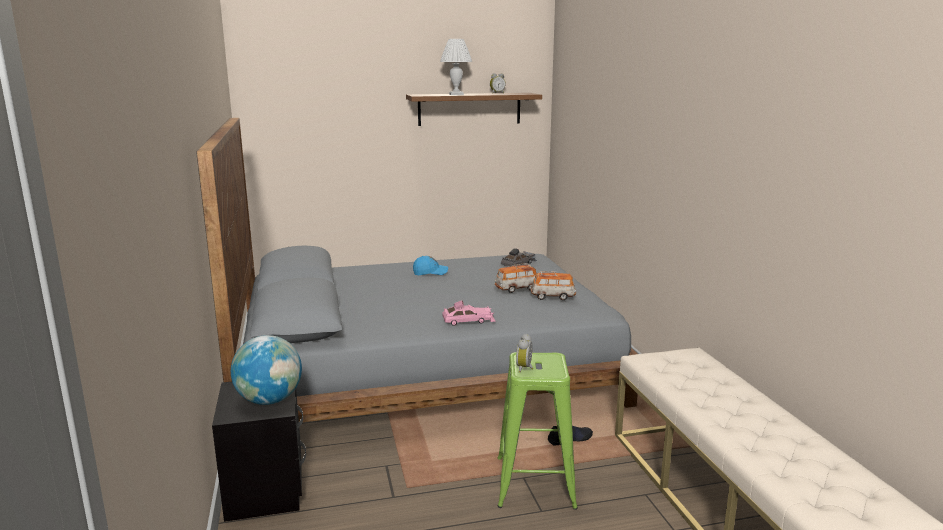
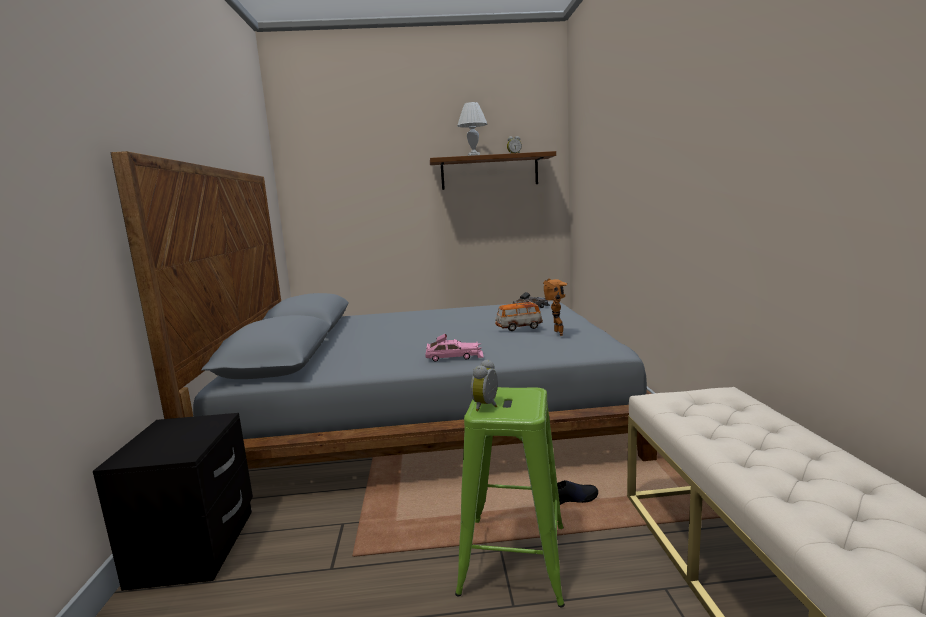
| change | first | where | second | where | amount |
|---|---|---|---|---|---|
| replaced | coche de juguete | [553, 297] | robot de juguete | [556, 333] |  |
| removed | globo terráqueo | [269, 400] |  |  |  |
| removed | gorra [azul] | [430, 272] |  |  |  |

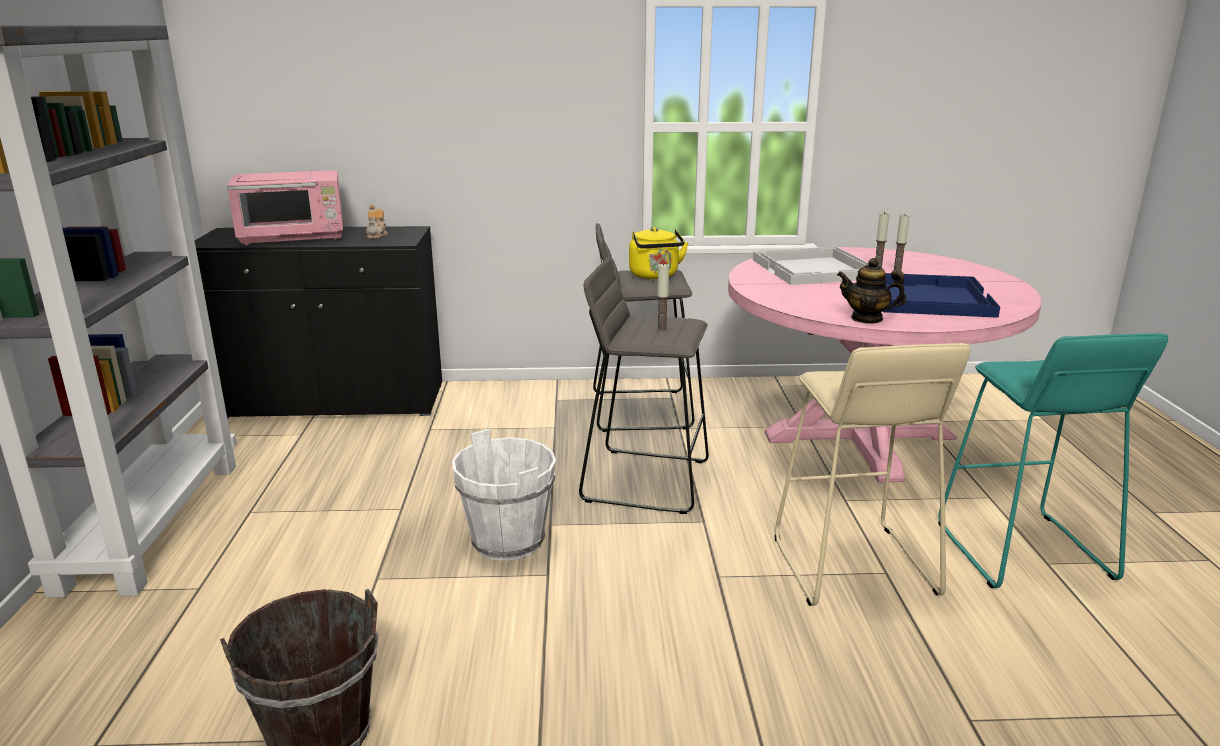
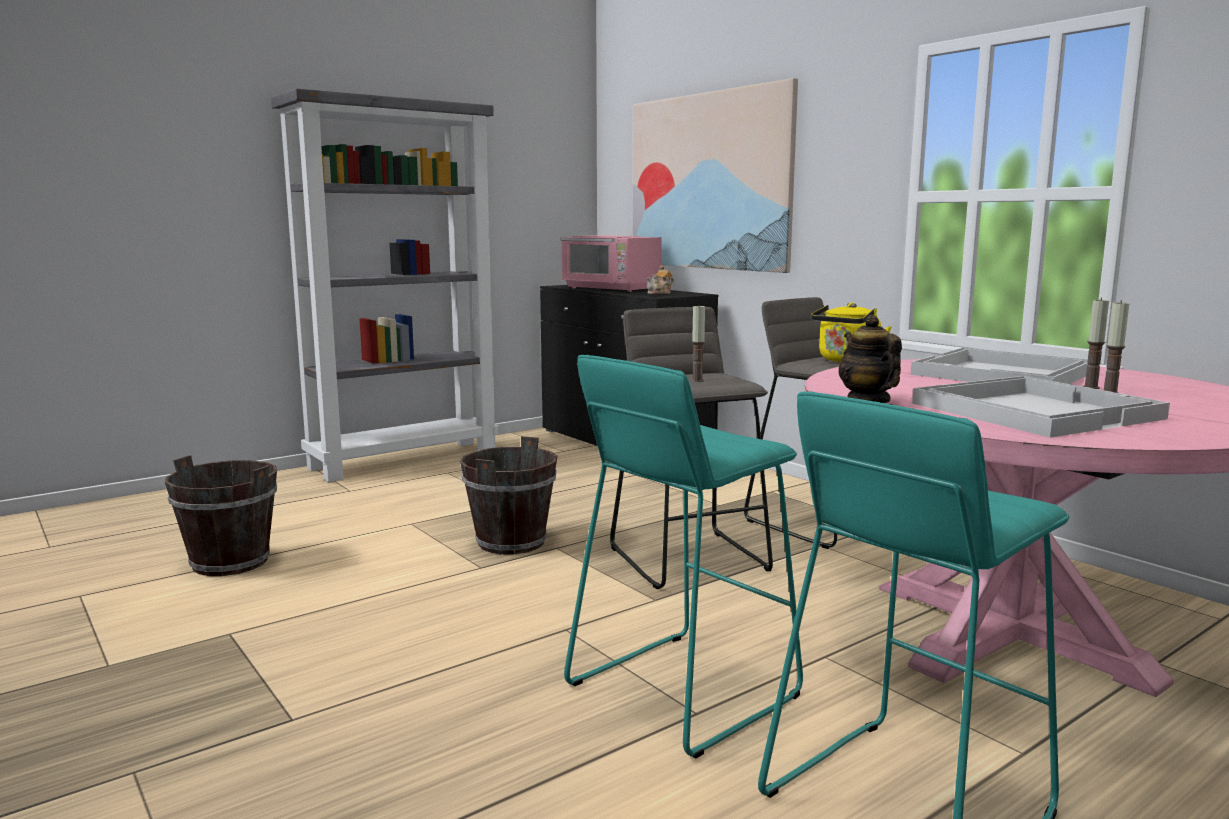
| change | first | where | second | where | amount |
|---|---|---|---|---|---|
| recoloured | cubo [blanco] | [508, 541] | cubo [marrón] | [511, 542] |  |
| recoloured | taburete [beis] | [851, 565] | taburete [turquesa] | [682, 689] |  |
| added |  |  | cuadro | [708, 182] |  |
| recoloured | bandeja [azul] | [928, 298] | bandeja [blanco] | [1034, 410] |  |

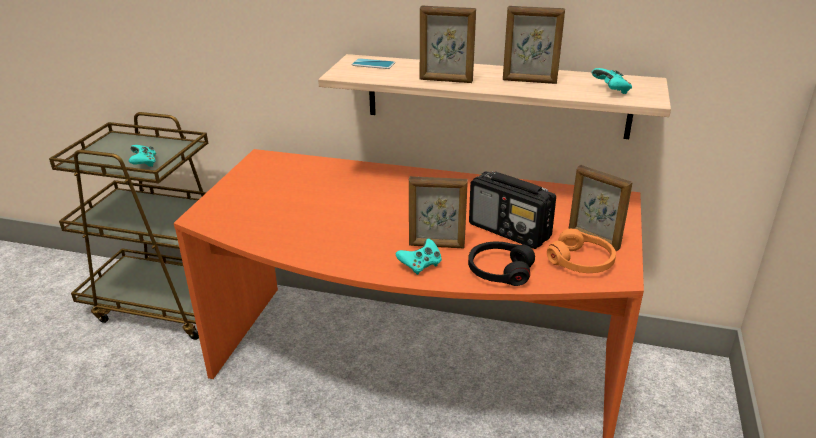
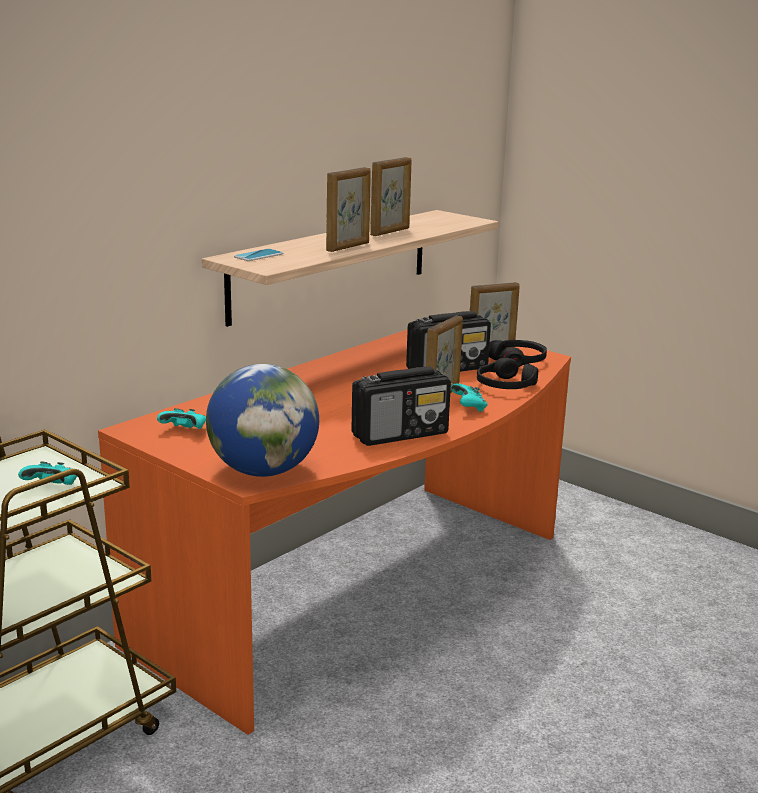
| change | first | where | second | where | amount |
|---|---|---|---|---|---|
| moved | mando de consola [turquesa] | [611, 91] |  | [185, 430] |  |
| added |  |  | globo terráqueo | [263, 471] |  |
| added |  |  | radio | [401, 434] |  |
| recoloured | auriculares [naranja] | [581, 261] | auriculares [negro] | [517, 361] |  |

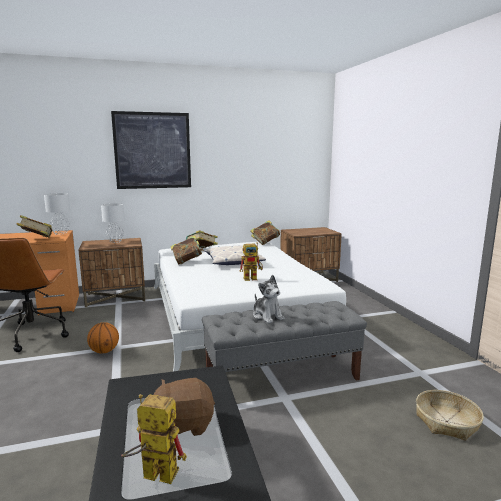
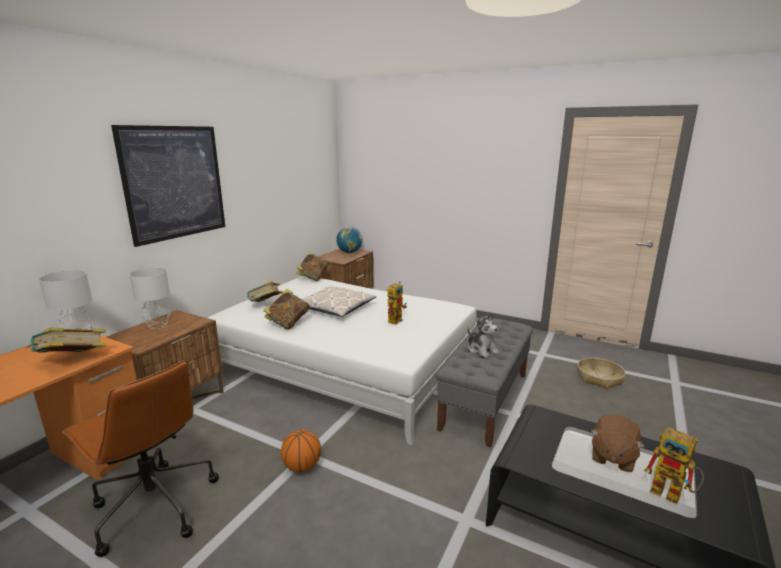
| change | first | where | second | where | amount |
|---|---|---|---|---|---|
| added |  |  | globo terráqueo | [349, 252] |  |
| turned | peluche | [267, 316] |  | [481, 350] | 45 degrees clockwise |
| turned | robot de juguete | [152, 475] |  | [673, 494] | 105 degrees counterclockwise |

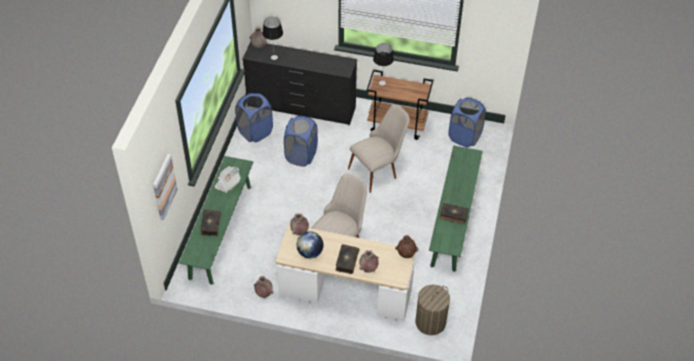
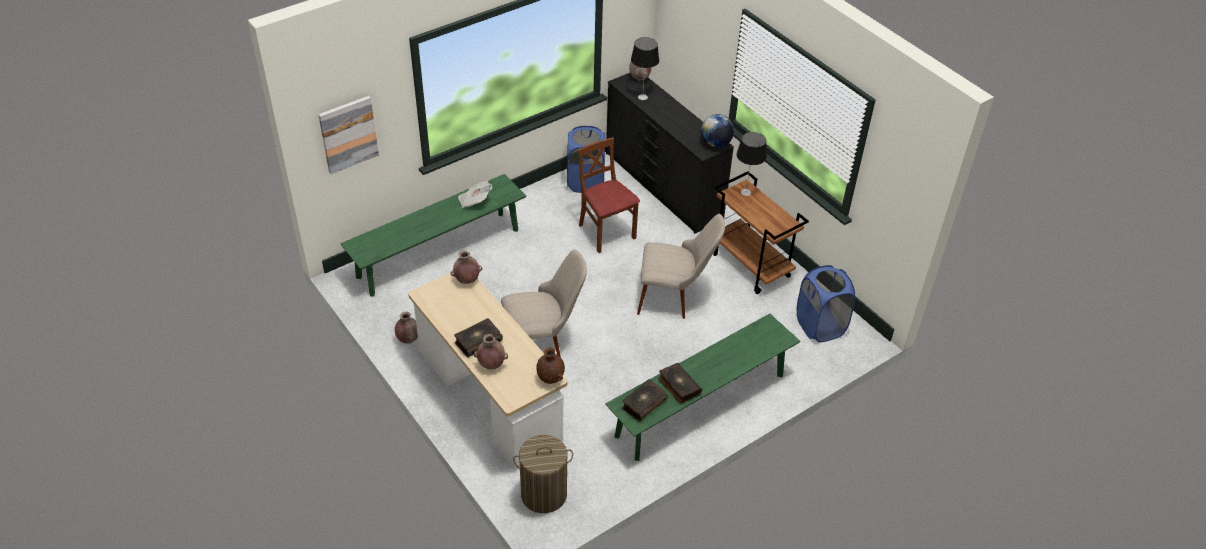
| change | first | where | second | where | amount |
|---|---|---|---|---|---|
| replaced | cesto de la ropa [azul] | [301, 155] | silla [marrón] | [606, 232] |  |
| moved | libro | [210, 225] |  | [643, 404] |  |
| moved | globo terráqueo | [310, 252] |  | [715, 144] |  |

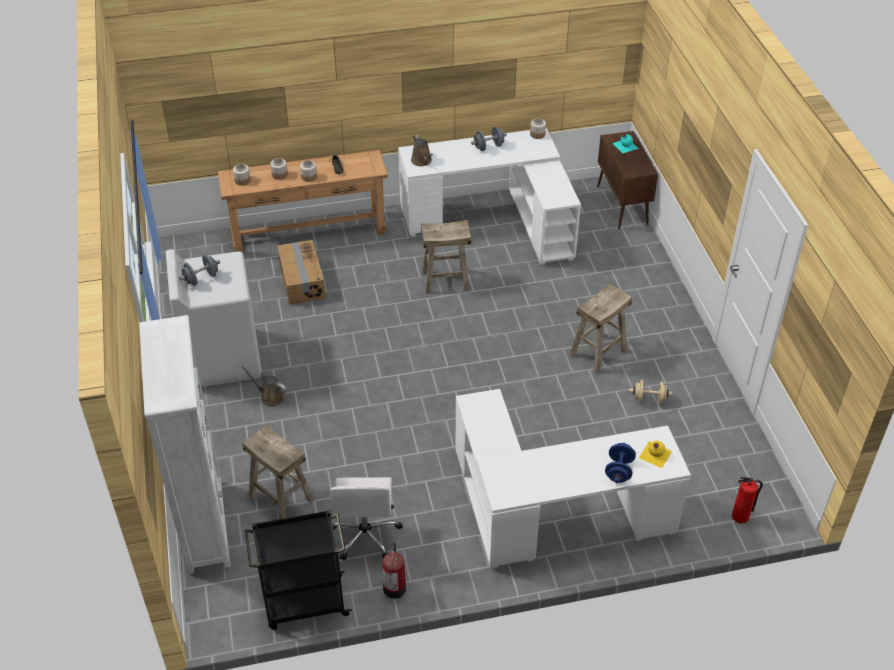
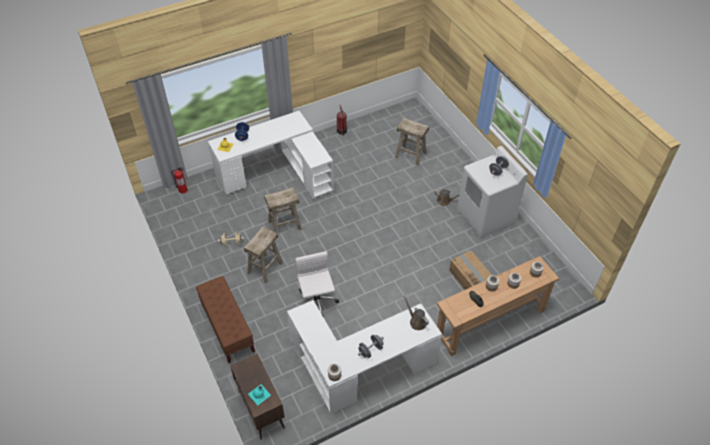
| change | first | where | second | where | amount |
|---|---|---|---|---|---|
| added |  |  | banco [marrón] | [227, 328] |  |
| moved | taburete [beis] | [445, 281] |  | [284, 225] |  |
| moved | silla de oficina [blanco] | [365, 535] |  | [317, 302] |  |
| removed | estantería [blanco] | [205, 525] |  |  |  |
| removed | carrito [negro] | [304, 602] |  |  |  |

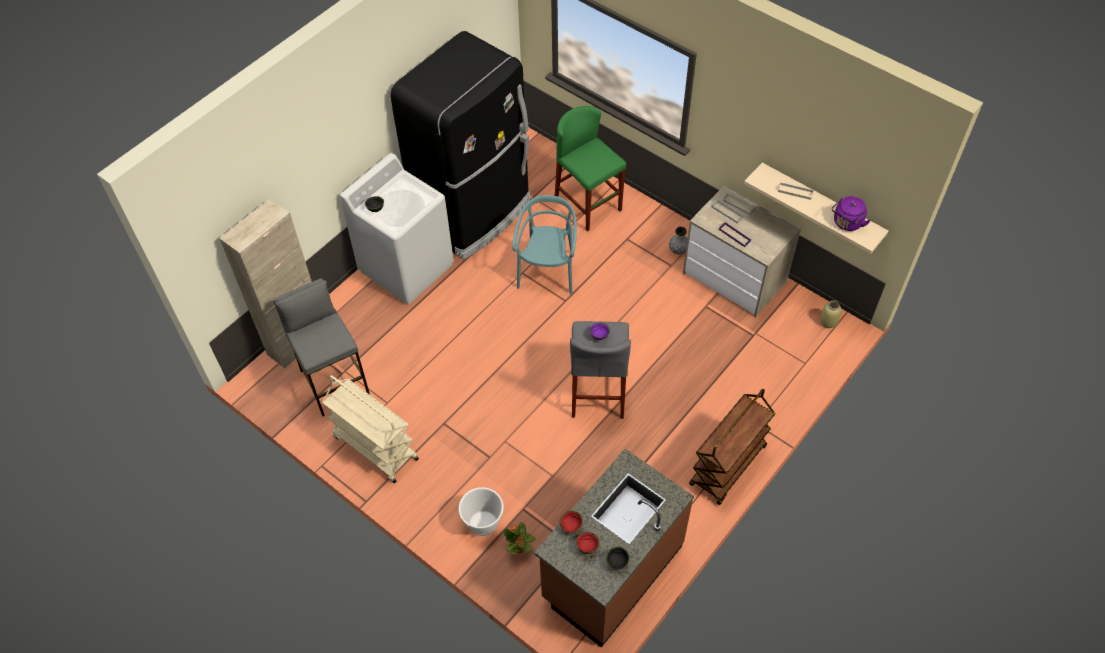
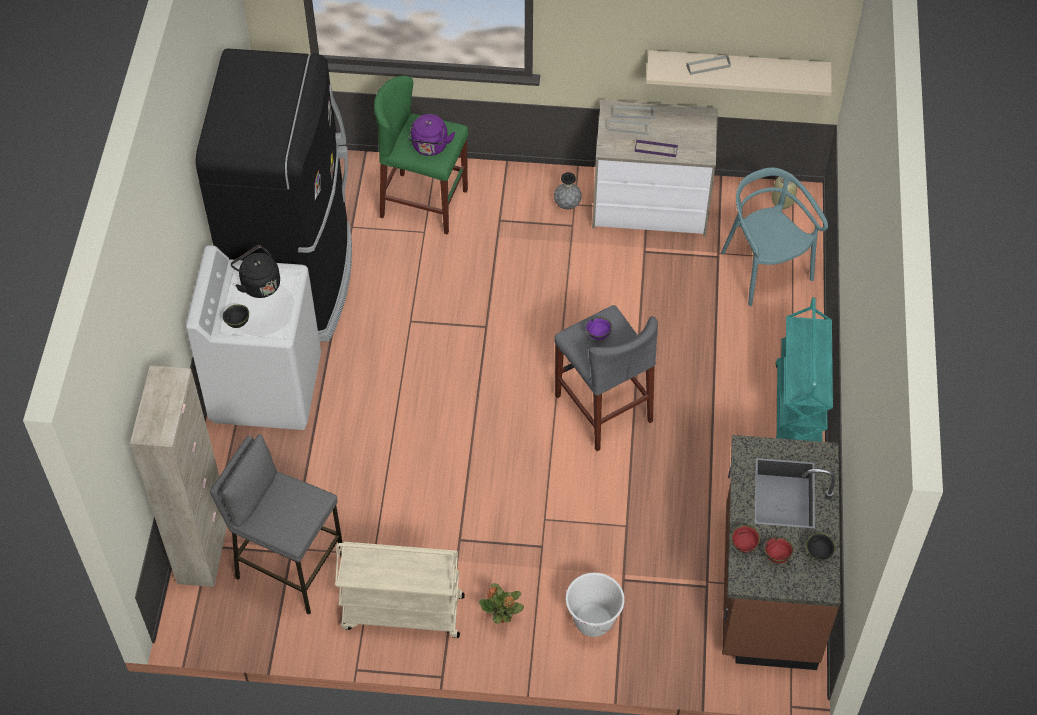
| change | first | where | second | where | amount |
|---|---|---|---|---|---|
| added |  |  | hervidor [negro] | [259, 284] |  |
| moved | hervidor [morado] | [846, 223] |  | [430, 147] |  |
| moved | planta en maceta | [519, 548] |  | [502, 616] |  |
| moved | silla [turquesa] | [548, 271] |  | [764, 269] |  |
| recoloured | carrito [marrón] | [728, 466] | carrito [turquesa] | [798, 410] |  |

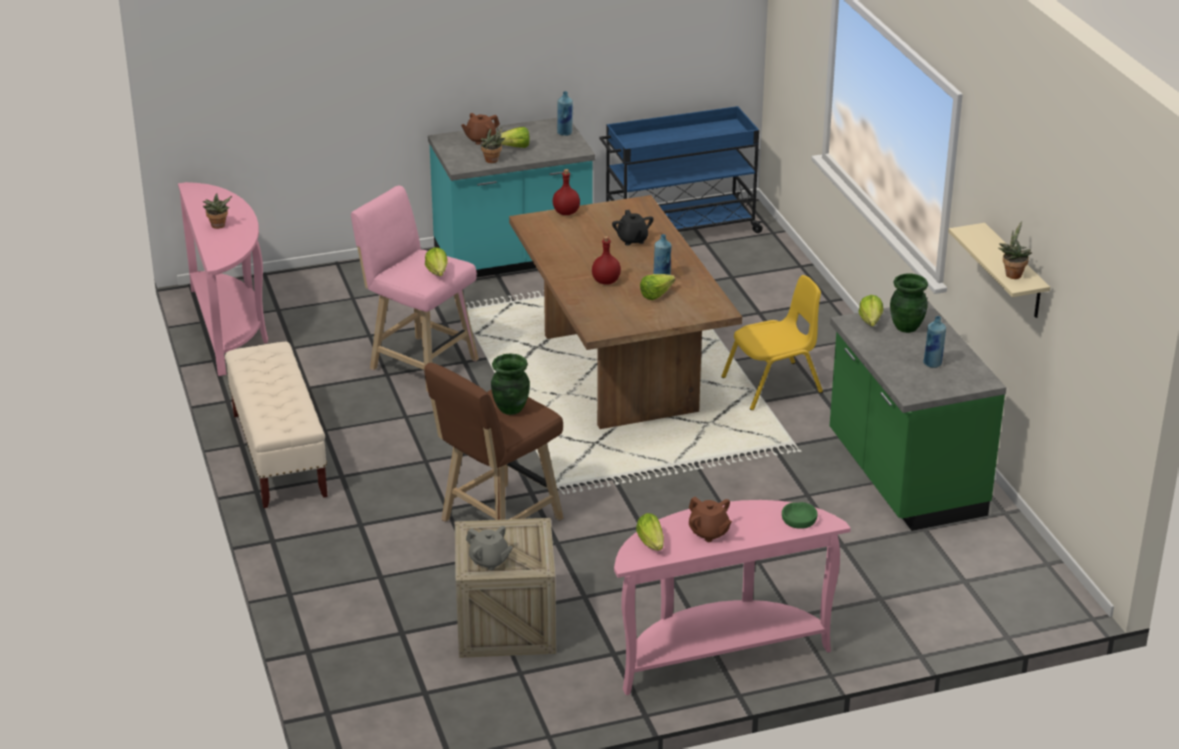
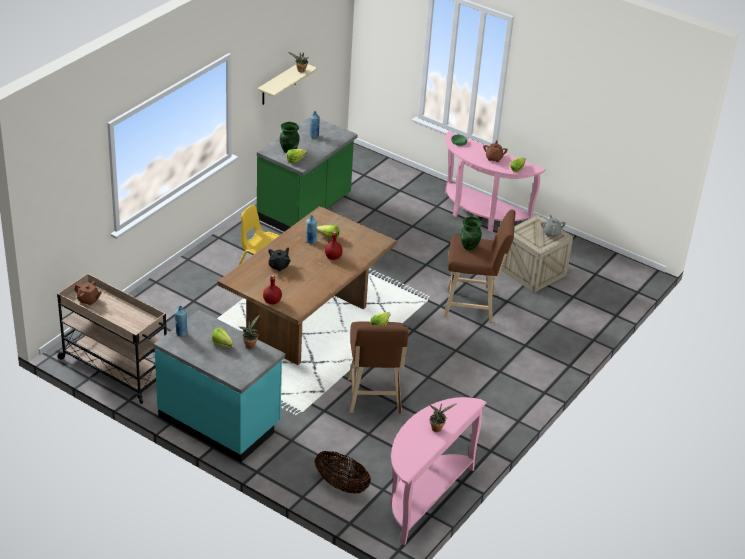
| change | first | where | second | where | amount |
|---|---|---|---|---|---|
| recoloured | carrito [azul] | [678, 229] | carrito [beis] | [117, 369] |  |
| moved | tetera [marrón] | [480, 139] |  | [88, 300] |  |
| added |  |  | cesta | [341, 485] |  |
| recoloured | taburete [rosa] | [419, 362] | taburete [marrón] | [374, 398] |  |
| removed | banco [beis] | [279, 455] |  |  |  |

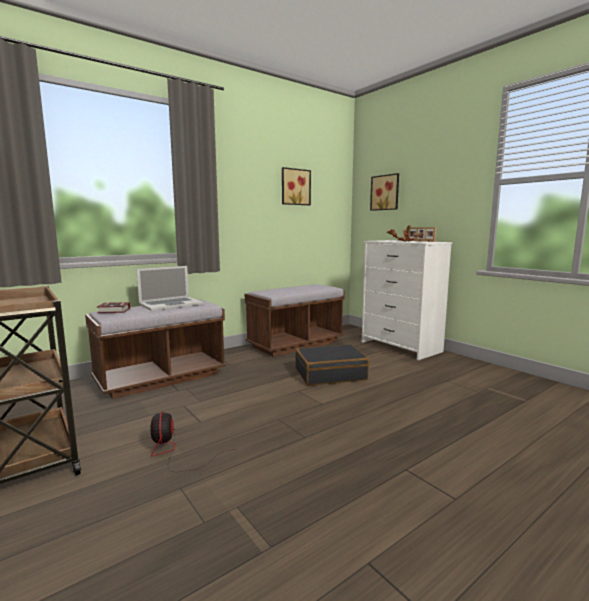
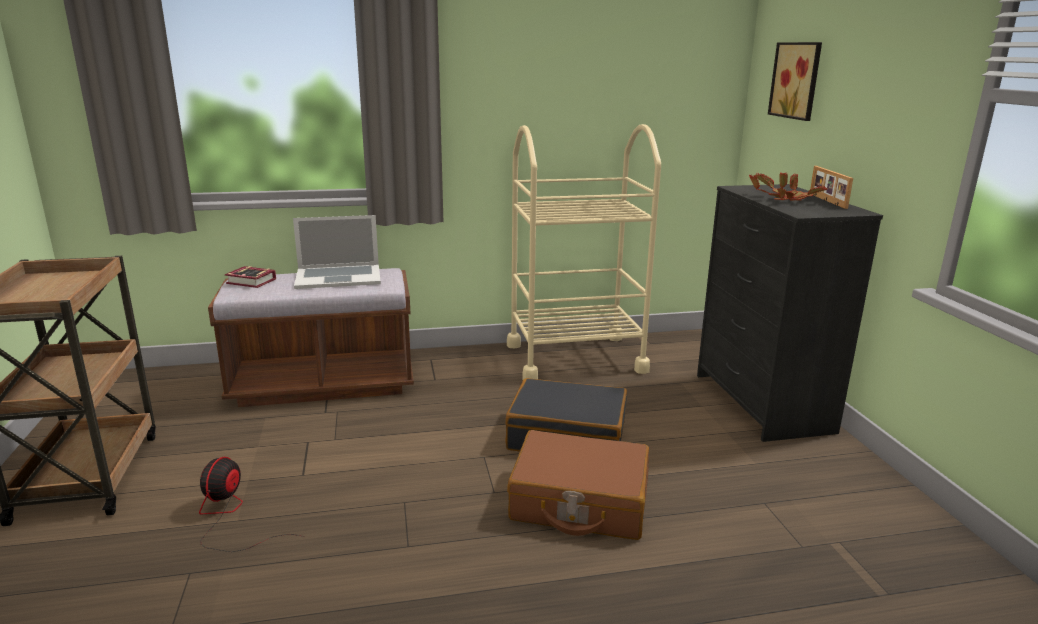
| change | first | where | second | where | amount |
|---|---|---|---|---|---|
| replaced | banco [marrón] | [295, 344] | carrito [beis] | [575, 358] |  |
| added |  |  | maleta [marrón] | [579, 502] |  |
| recoloured | cómoda [blanco] | [400, 347] | cómoda [negro] | [761, 402] |  |
| removed | cuadro | [295, 187] |  |  |  |

